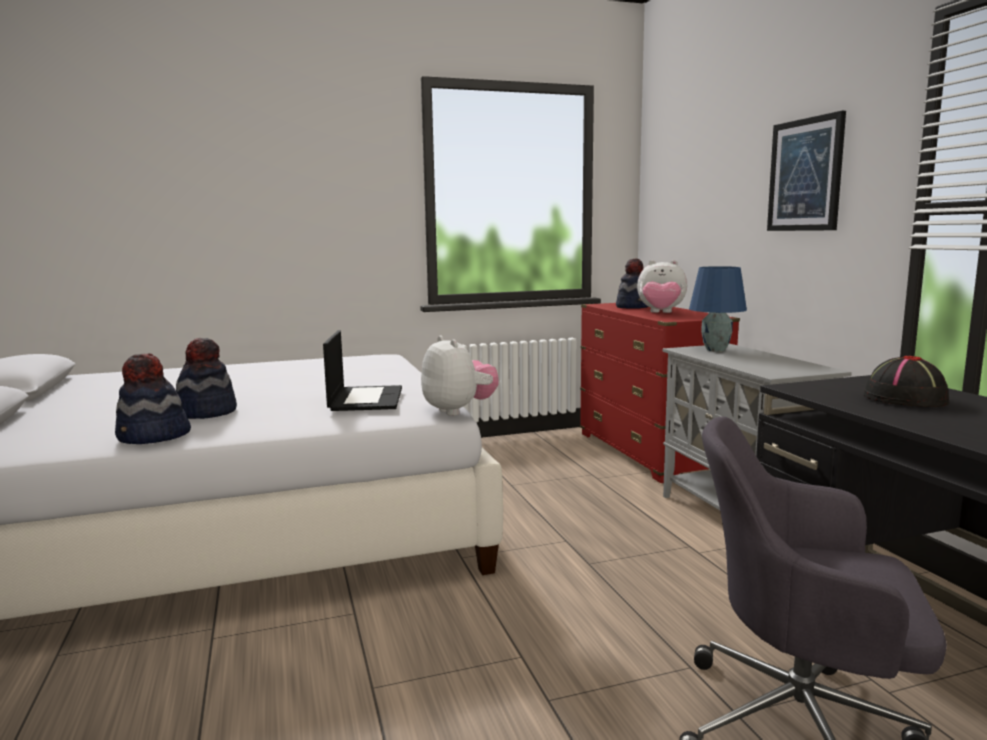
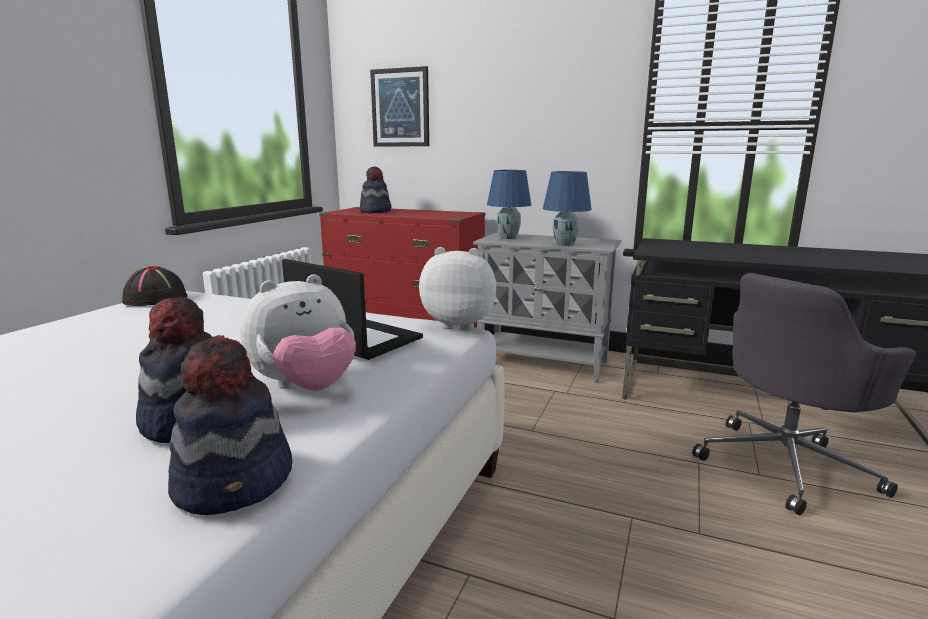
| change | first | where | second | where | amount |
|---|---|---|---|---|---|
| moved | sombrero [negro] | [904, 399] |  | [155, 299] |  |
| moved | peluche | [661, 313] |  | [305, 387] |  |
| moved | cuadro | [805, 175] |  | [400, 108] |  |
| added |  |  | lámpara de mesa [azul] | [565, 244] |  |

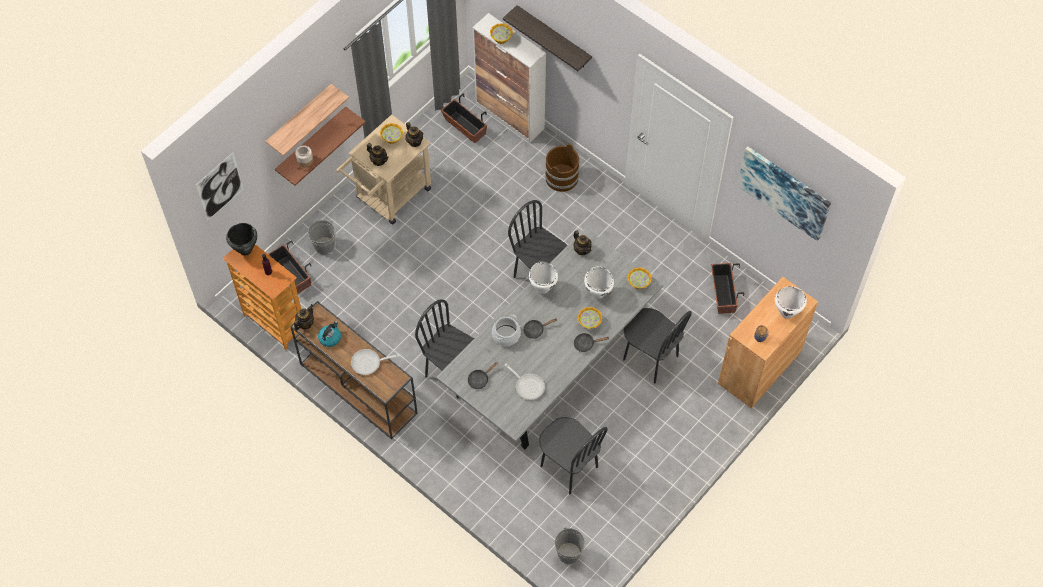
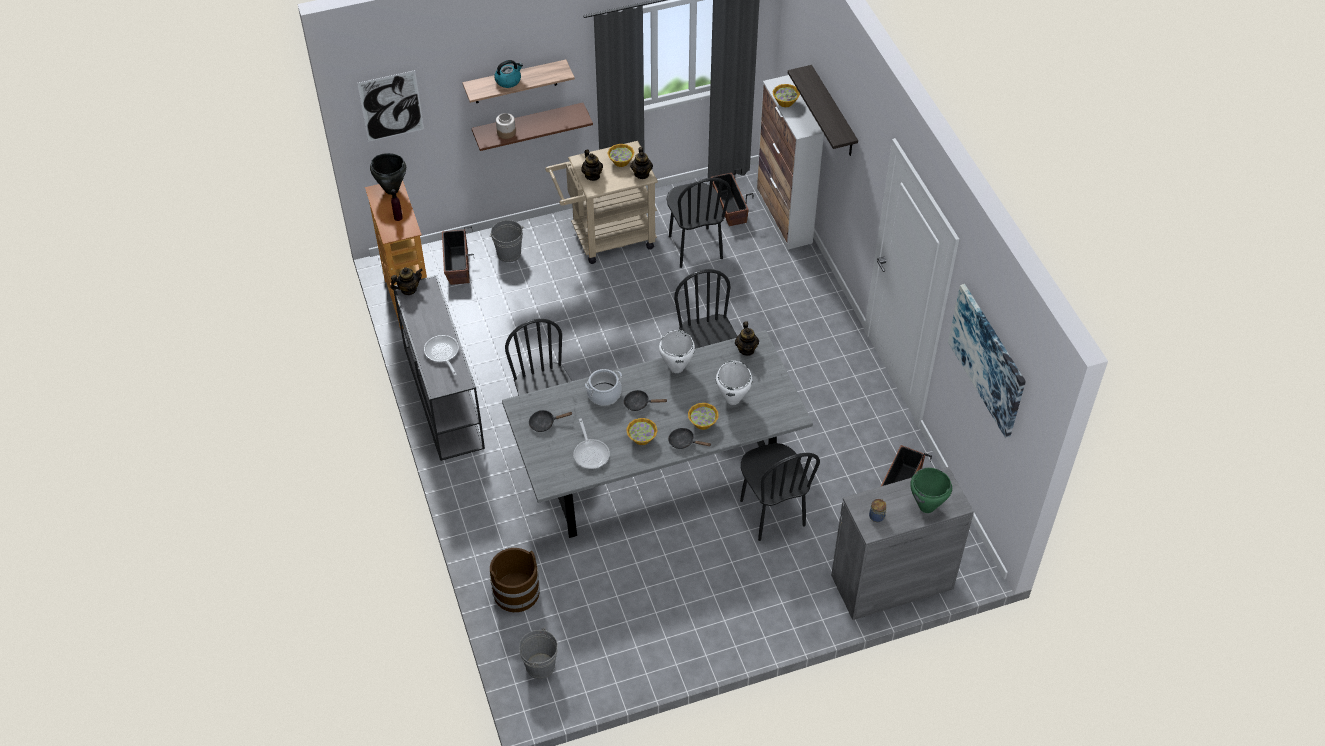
| change | first | where | second | where | amount |
|---|---|---|---|---|---|
| recoloured | mesa consola [marrón] | [357, 387] | mesa consola [gris] | [443, 396] |  |
| turned | sartén | [369, 363] |  | [442, 354] | 45 degrees clockwise |
| moved | cubo [marrón] | [561, 178] |  | [516, 592] |  |
| moved | hervidor | [330, 338] |  | [508, 80] |  |
| moved | cuenco | [638, 283] |  | [642, 438] |  |
| moved | silla [negro] | [568, 467] |  | [695, 247] |  |
| recoloured | armario [marrón] | [759, 367] | armario [gris] | [892, 582] |  |
| recoloured | olla [blanco] | [787, 313] | olla [verde] | [926, 507] |  |

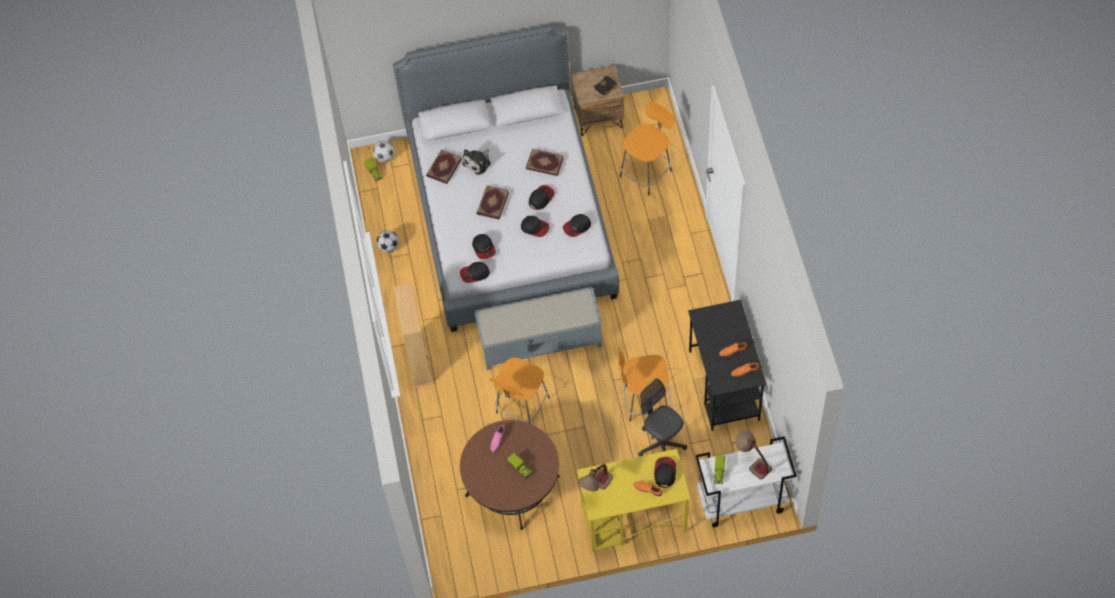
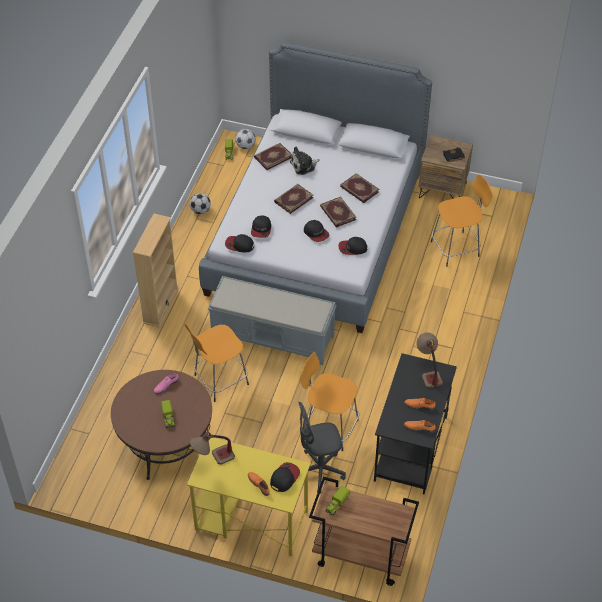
| change | first | where | second | where | amount |
|---|---|---|---|---|---|
| turned | silla de oficina [gris] | [661, 445] |  | [319, 471] | 90 degrees counterclockwise |
| recoloured | carrito [blanco] | [741, 501] | carrito [marrón] | [360, 556] |  |
| replaced | gorra | [541, 198] | libro | [337, 213] |  |
| moved | lámpara de mesa | [752, 462] |  | [428, 371] |  |

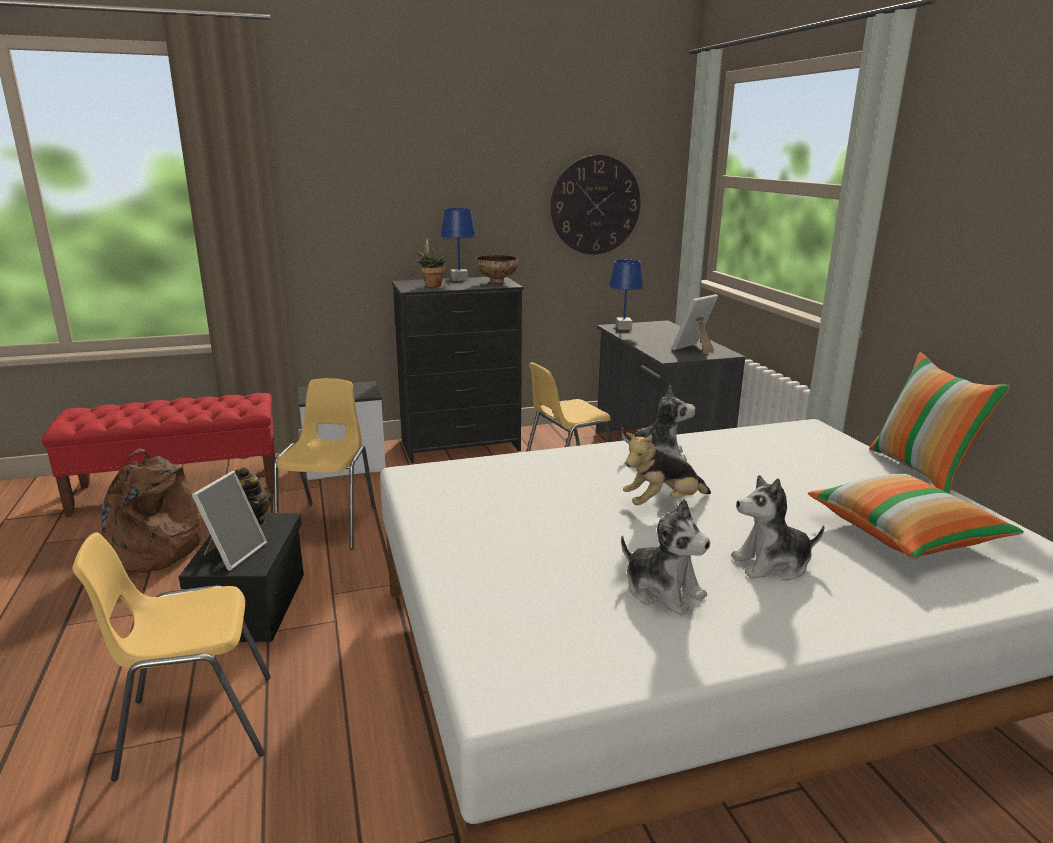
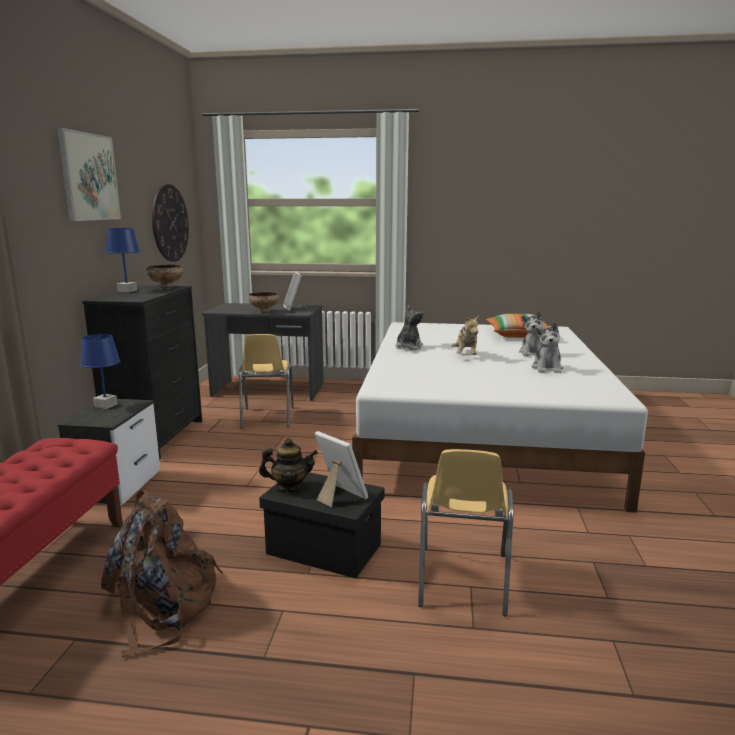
| change | first | where | second | where | amount |
|---|---|---|---|---|---|
| added |  |  | cuadro | [89, 177] |  |
| moved | lámpara de mesa [azul] | [623, 327] |  | [105, 405] |  |
| added |  |  | cuenco | [264, 311] |  |
| turned | peluche | [663, 591] |  | [547, 368] | 120 degrees clockwise |
| removed | silla [amarillo] | [330, 525] |  |  |  |
| removed | planta en maceta | [432, 285] |  |  |  |
| removed | cojín | [922, 470] |  |  |  |

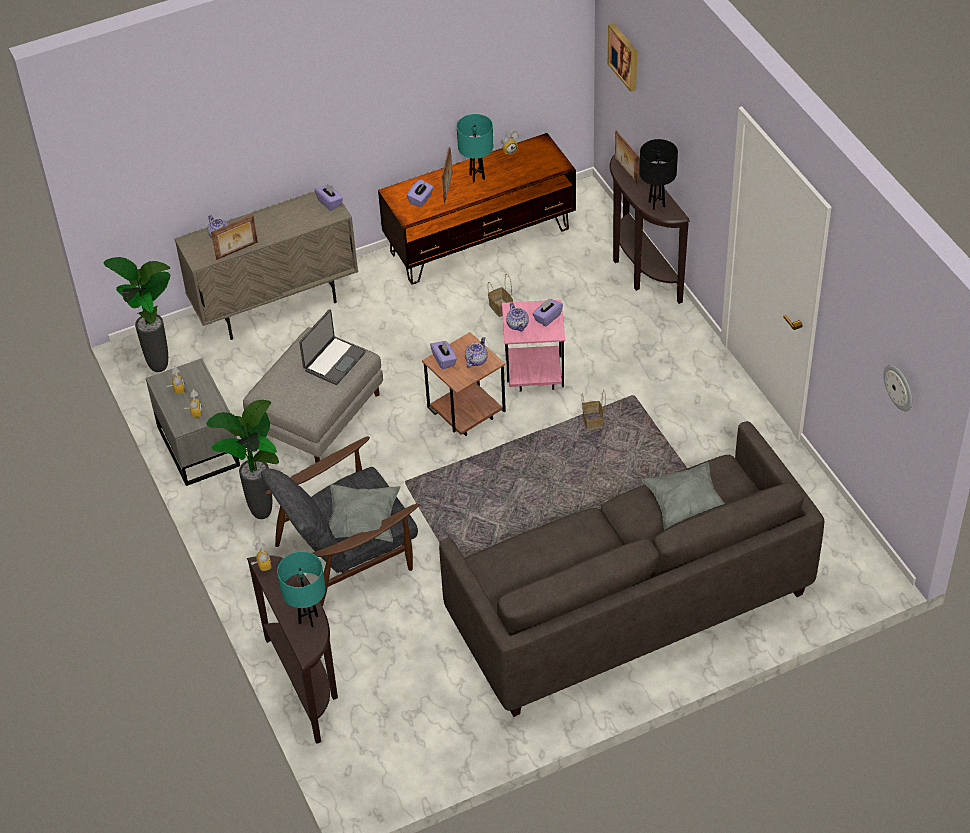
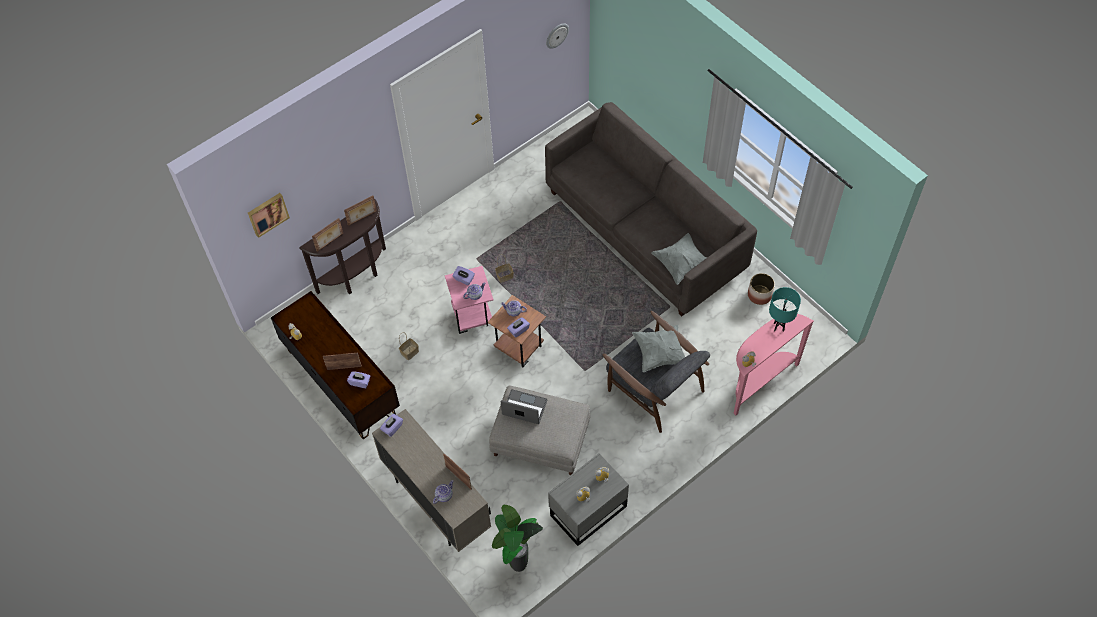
| change | first | where | second | where | amount |
|---|---|---|---|---|---|
| replaced | lámpara de mesa [negro] | [657, 204] | portarretratos | [362, 218] |  |
| moved | cojín [gris] | [686, 507] |  | [681, 264] |  |
| recoloured | mesa consola [marrón] | [307, 683] | mesa consola [rosa] | [759, 382] |  |
| added |  |  | maceta | [760, 295] |  |
| removed | planta en maceta | [260, 514] |  |  |  |
| removed | lámpara de mesa [turquesa] | [477, 177] |  |  |  |

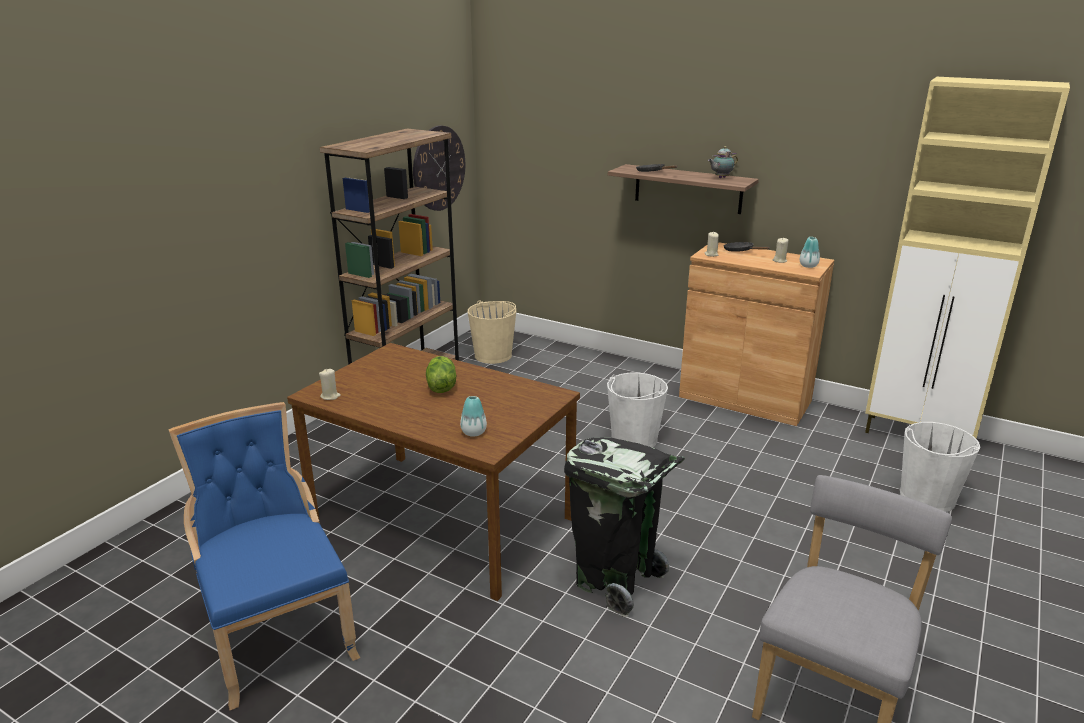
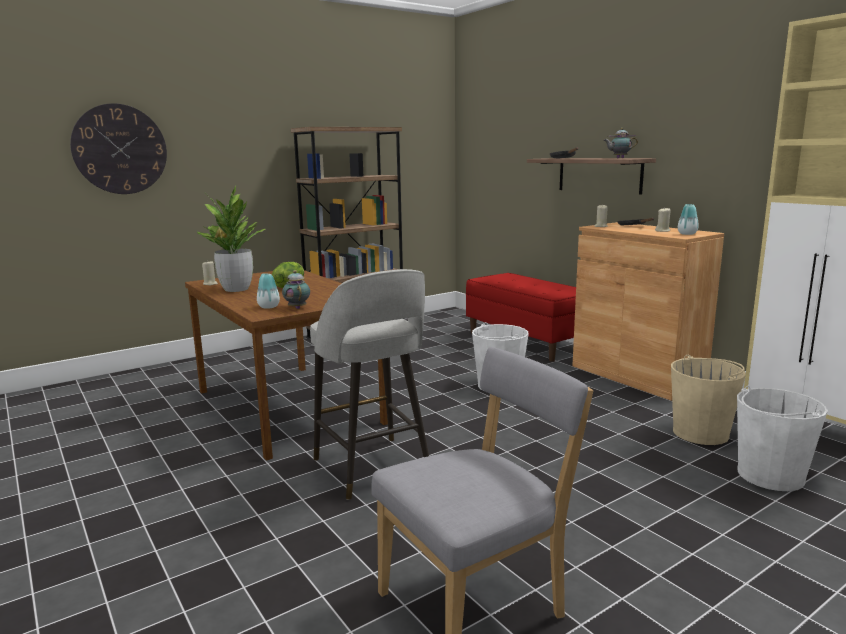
| change | first | where | second | where | amount |
|---|---|---|---|---|---|
| moved | reloj de pared | [439, 168] |  | [120, 149] |  |
| added |  |  | planta en maceta | [236, 289] |  |
| added |  |  | tetera | [297, 308] |  |
| replaced | papelera [negro] | [615, 580] | taburete [gris] | [373, 469] |  |
| added |  |  | banco [rojo] | [527, 341] |  |
| moved | cubo [beis] | [493, 355] |  | [701, 433] |  |
| removed | silla [azul] | [278, 634] |  |  |  |

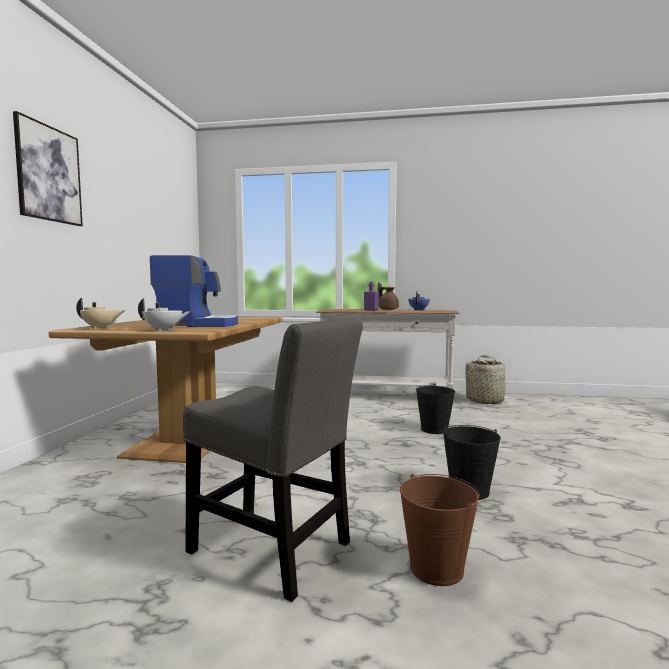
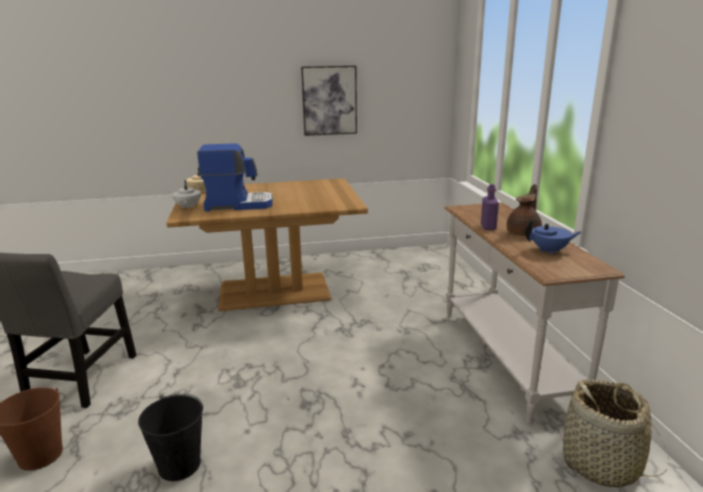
| change | first | where | second | where | amount |
|---|---|---|---|---|---|
| turned | cafetera | [197, 325] |  | [238, 204] | 75 degrees counterclockwise |
| moved | cuadro | [48, 174] |  | [329, 100] |  |
| removed | cubo [negro] | [434, 429] |  |  |  |

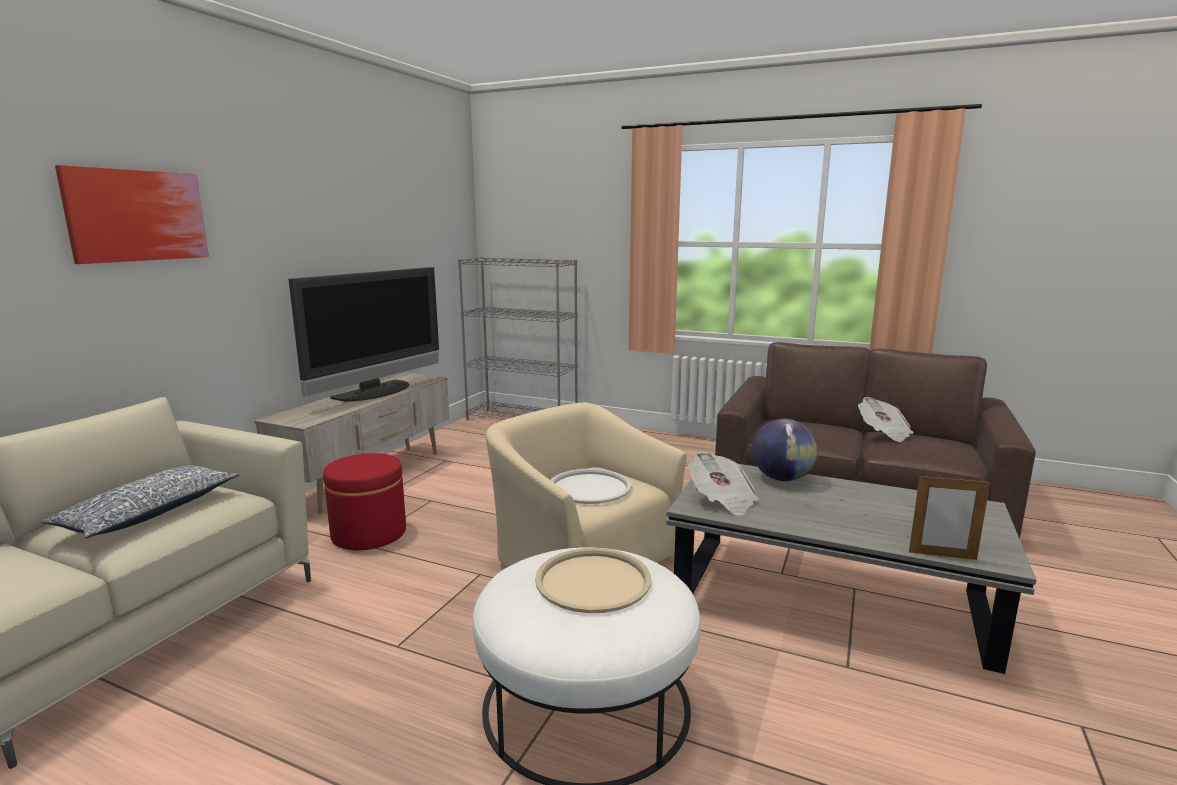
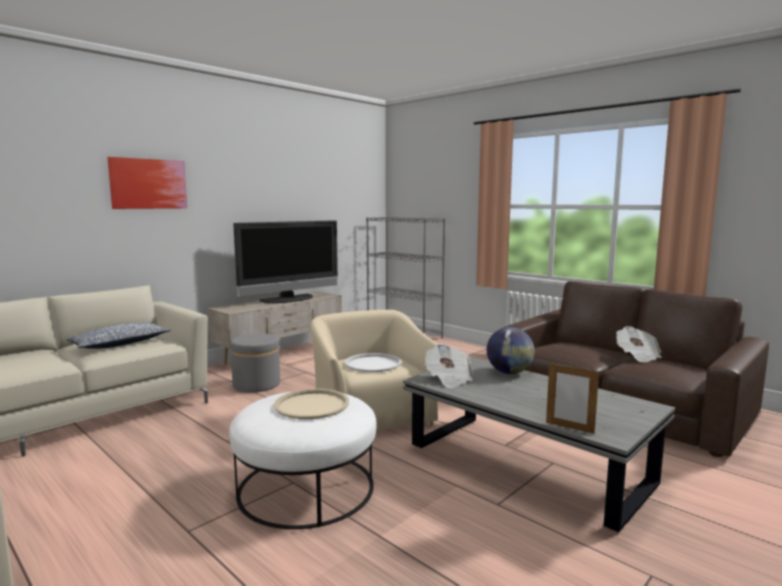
| change | first | where | second | where | amount |
|---|---|---|---|---|---|
| recoloured | puf [rojo] | [369, 534] | puf [gris] | [256, 384] |  |

